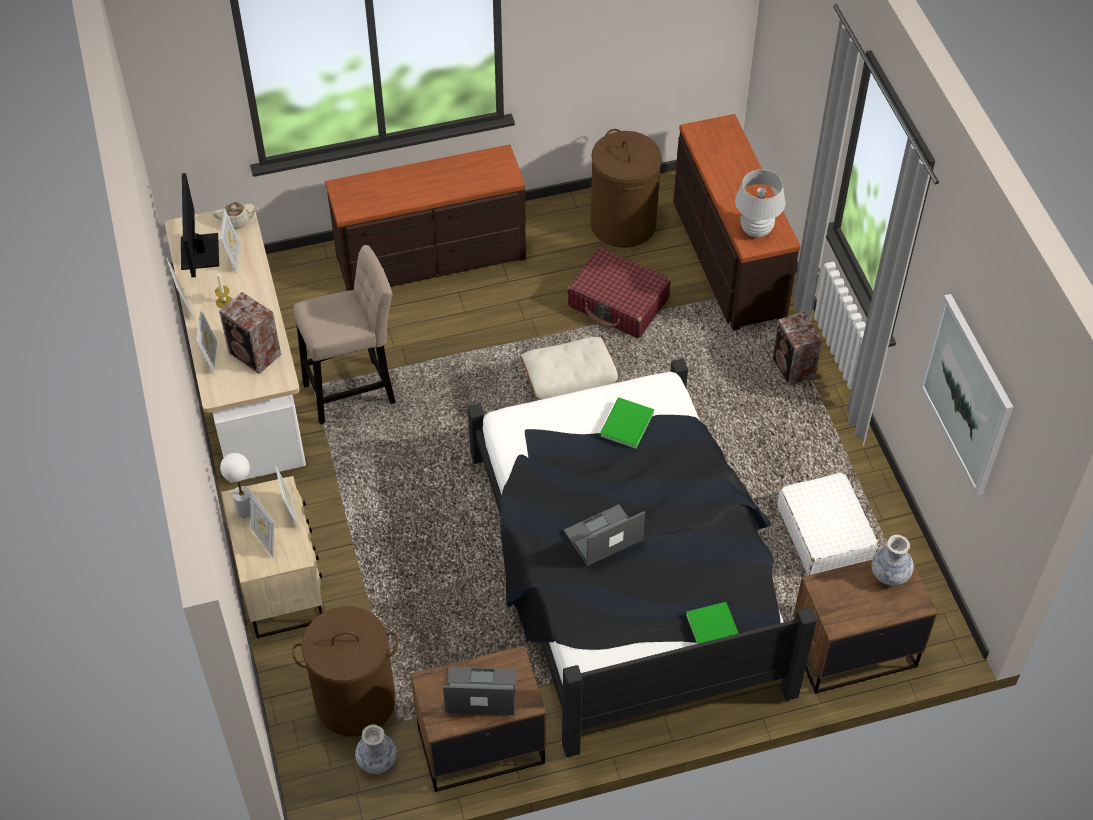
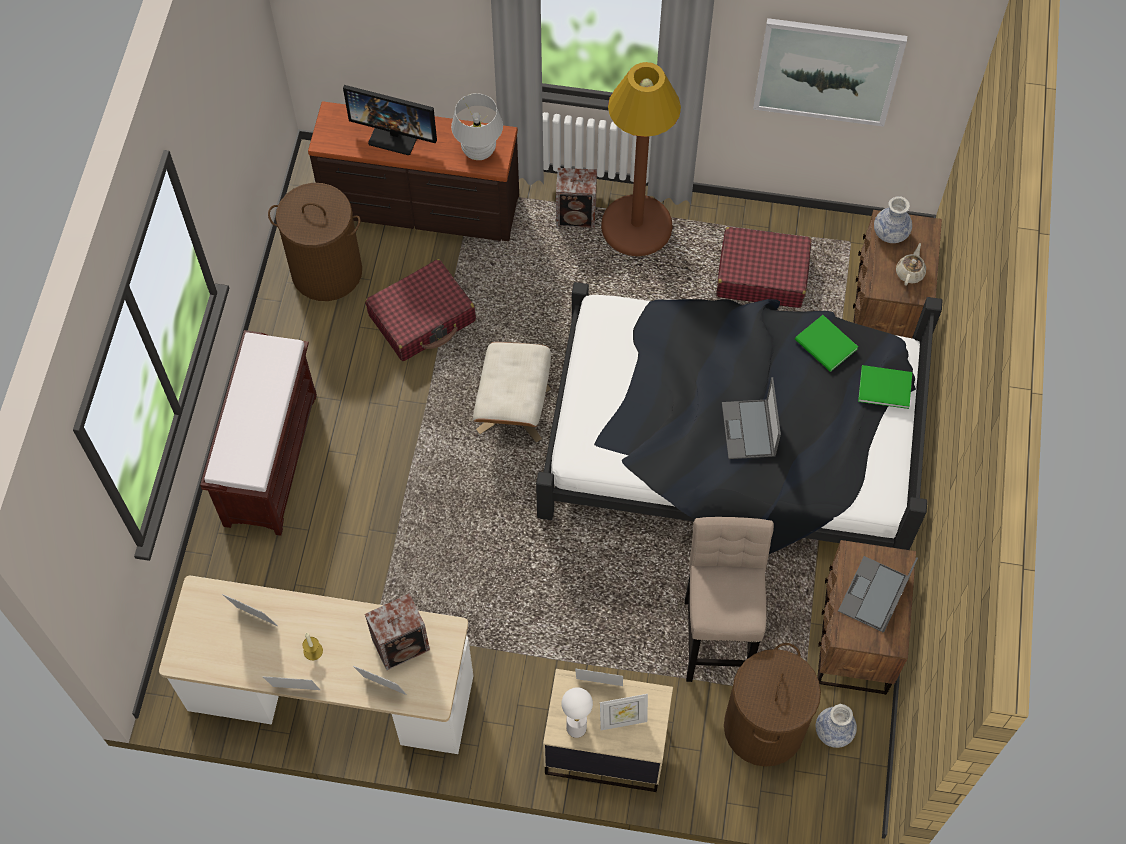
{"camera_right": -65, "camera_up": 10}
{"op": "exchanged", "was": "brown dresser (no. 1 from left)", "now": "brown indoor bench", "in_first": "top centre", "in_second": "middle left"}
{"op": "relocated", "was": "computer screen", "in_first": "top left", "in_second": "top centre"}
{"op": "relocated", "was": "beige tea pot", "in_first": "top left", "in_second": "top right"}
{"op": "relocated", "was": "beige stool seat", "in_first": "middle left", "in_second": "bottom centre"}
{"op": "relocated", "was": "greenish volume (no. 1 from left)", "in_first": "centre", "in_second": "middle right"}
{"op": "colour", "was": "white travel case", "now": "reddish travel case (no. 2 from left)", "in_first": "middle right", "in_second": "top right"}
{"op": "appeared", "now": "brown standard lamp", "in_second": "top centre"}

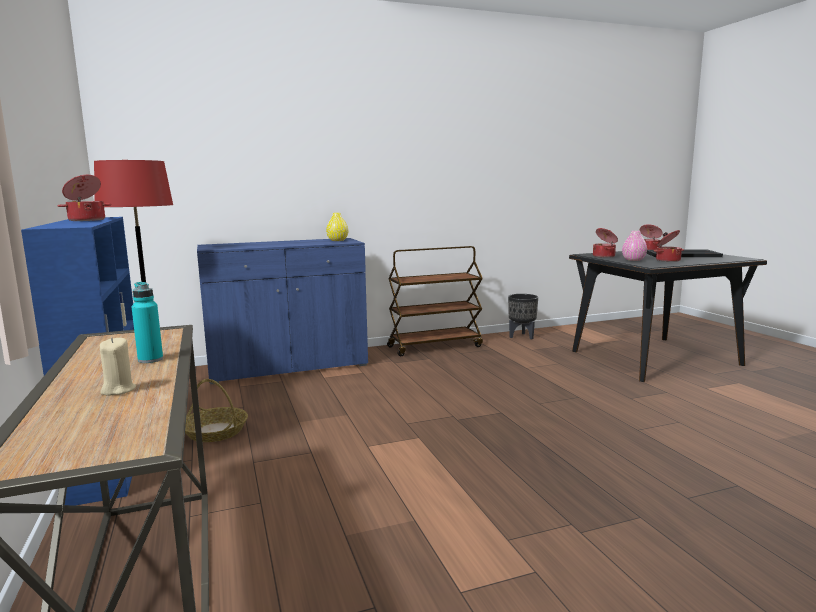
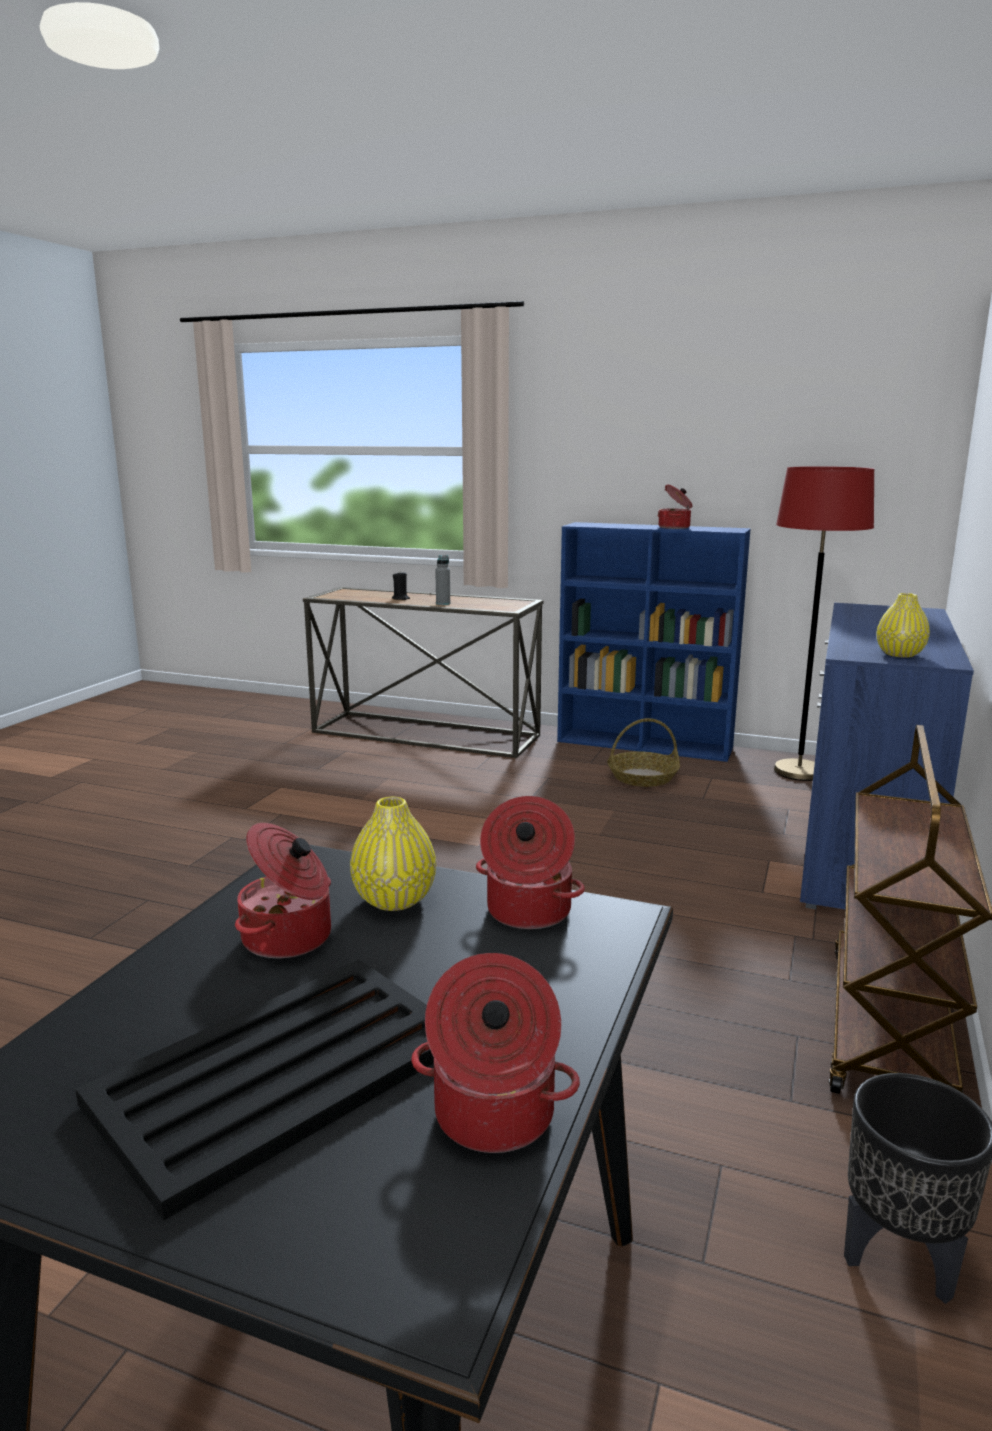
{"camera_right": 130, "camera_up": 5}
{"op": "colour", "was": "pink-coloured decorative vase", "now": "yellowish decorative vase (no. 1 from left)", "in_first": "middle right", "in_second": "centre"}
{"op": "colour", "was": "turquoise bottle", "now": "gray bottle", "in_first": "middle left", "in_second": "centre"}
{"op": "colour", "was": "beige wax light", "now": "black wax light", "in_first": "middle left", "in_second": "centre"}

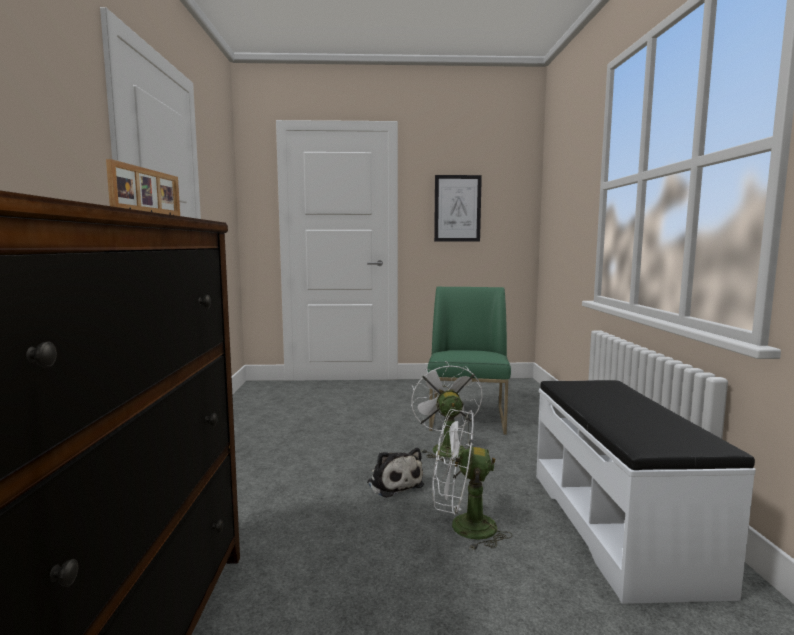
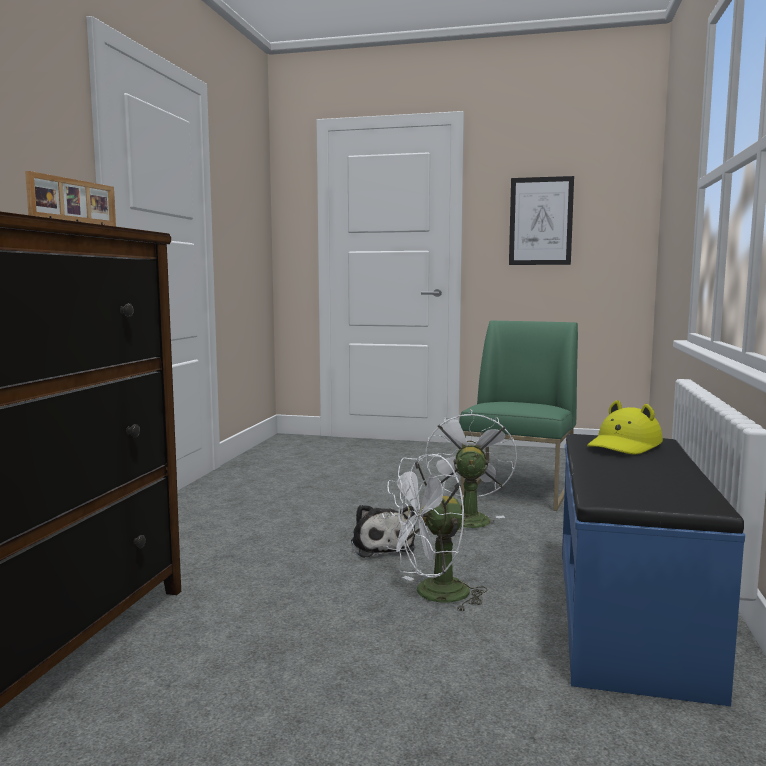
{"camera_right": 15, "camera_up": 0}
{"op": "colour", "was": "white indoor bench", "now": "blue-coloured indoor bench", "in_first": "bottom right", "in_second": "bottom right"}
{"op": "spun", "was": "white cooling fan (no. 2 from left in the first image)", "in_first": "bottom centre", "in_second": "bottom centre", "clockwise": -45}
{"op": "appeared", "now": "yellowish hat", "in_second": "middle right"}

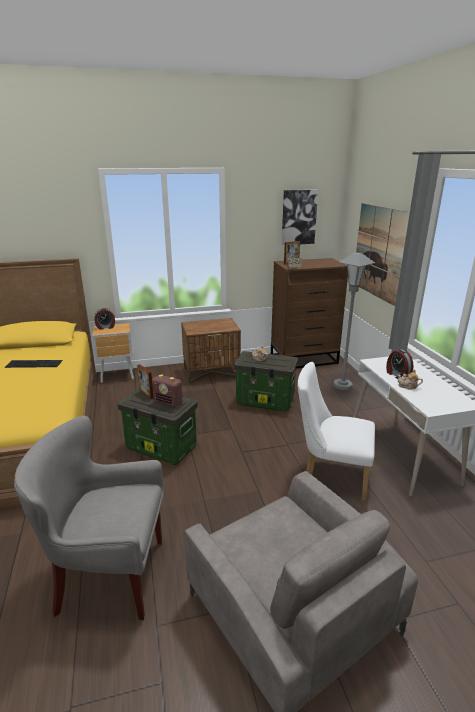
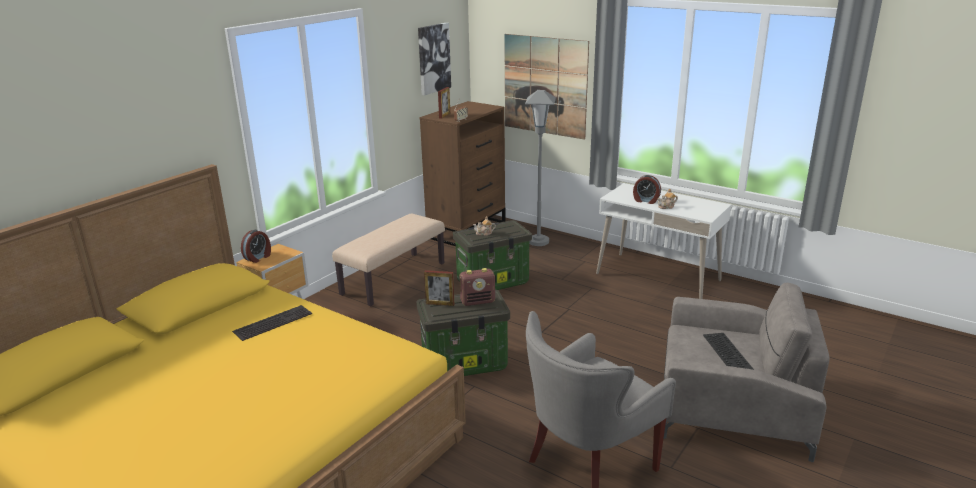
{"camera_right": -40, "camera_up": 0}
{"op": "exchanged", "was": "brown nightstand (no. 2 from left)", "now": "beige indoor bench", "in_first": "centre", "in_second": "centre"}
{"op": "missing", "was": "white plain chair", "in_first": "middle right"}
{"op": "appeared", "now": "computer keyboard (no. 2 from left)", "in_second": "bottom right"}

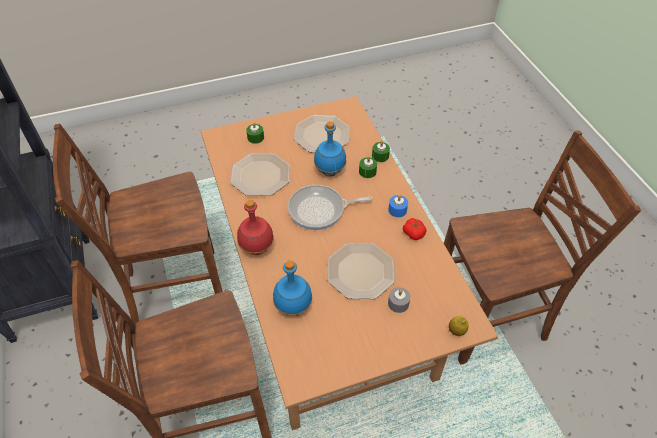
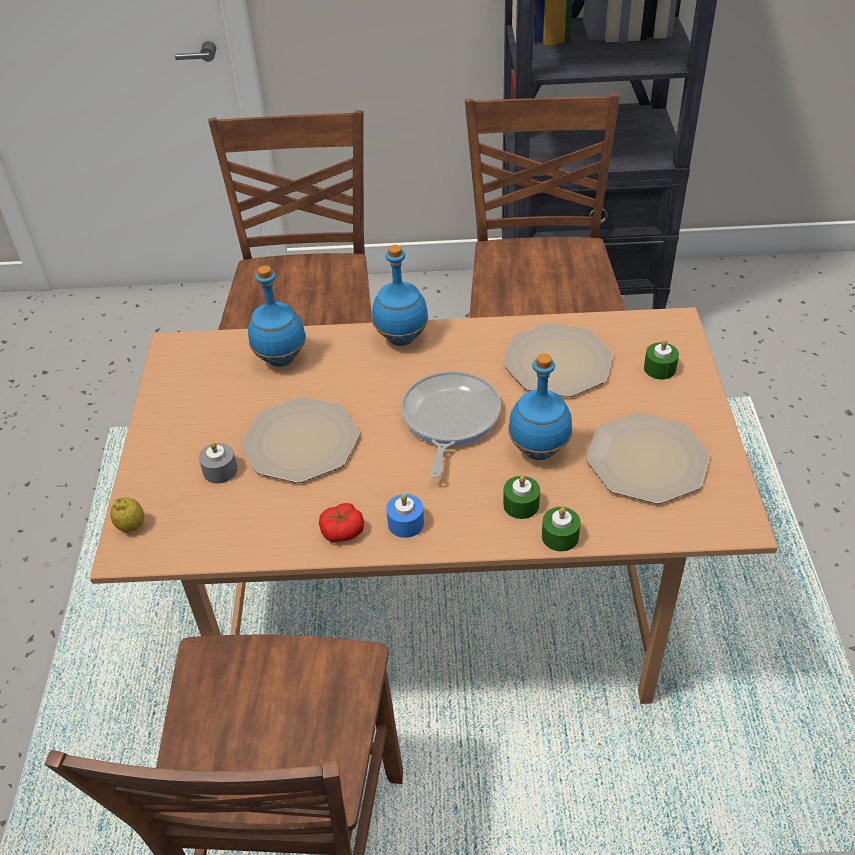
{"camera_right": 110, "camera_up": -5}
{"op": "colour", "was": "reddish bottle", "now": "blue-coloured bottle (no. 2 from left)", "in_first": "centre", "in_second": "centre"}

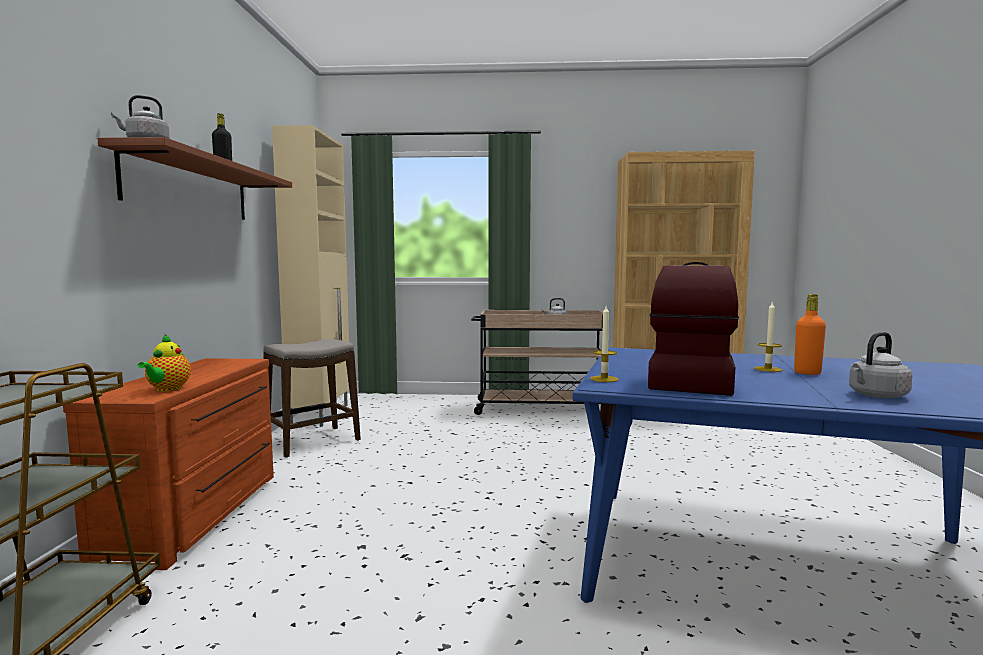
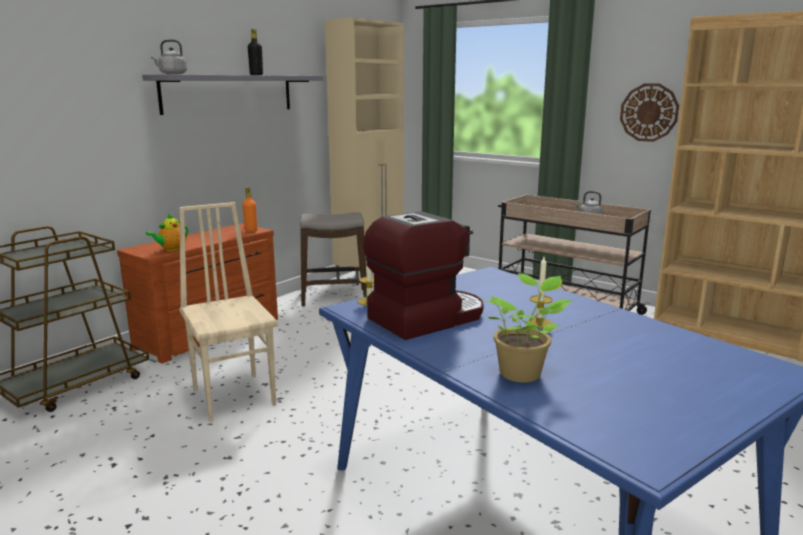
{"camera_right": 35, "camera_up": 10}
{"op": "colour", "was": "brown bracket shelf", "now": "gray bracket shelf", "in_first": "top left", "in_second": "top left"}
{"op": "relocated", "was": "orange bottle", "in_first": "middle right", "in_second": "middle left"}
{"op": "exchanged", "was": "gray kettle (no. 3 from left)", "now": "potted plant", "in_first": "middle right", "in_second": "centre"}
{"op": "appeared", "now": "clock on the wall", "in_second": "top right"}
{"op": "appeared", "now": "beige plain chair", "in_second": "middle left"}

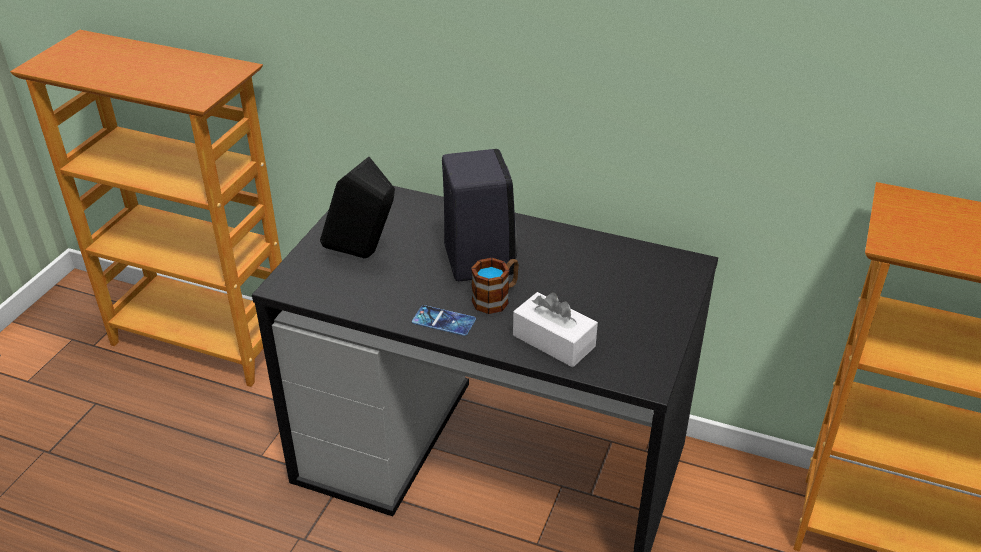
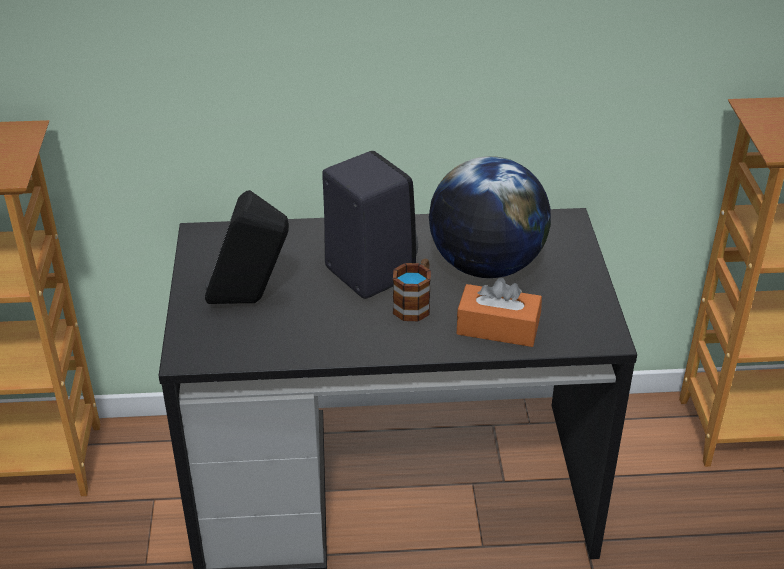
{"camera_right": -25, "camera_up": 0}
{"op": "colour", "was": "white tissue box", "now": "orange tissue box", "in_first": "centre", "in_second": "centre"}
{"op": "missing", "was": "telephone", "in_first": "centre"}
{"op": "appeared", "now": "globe", "in_second": "centre"}

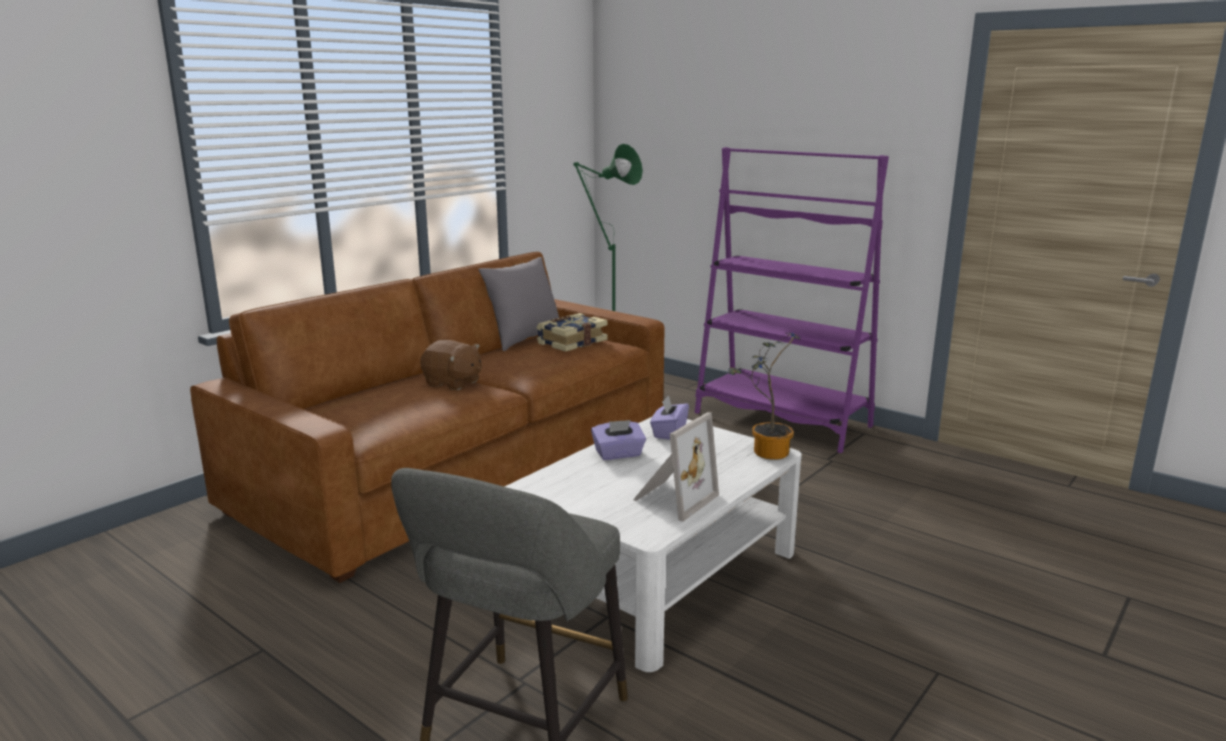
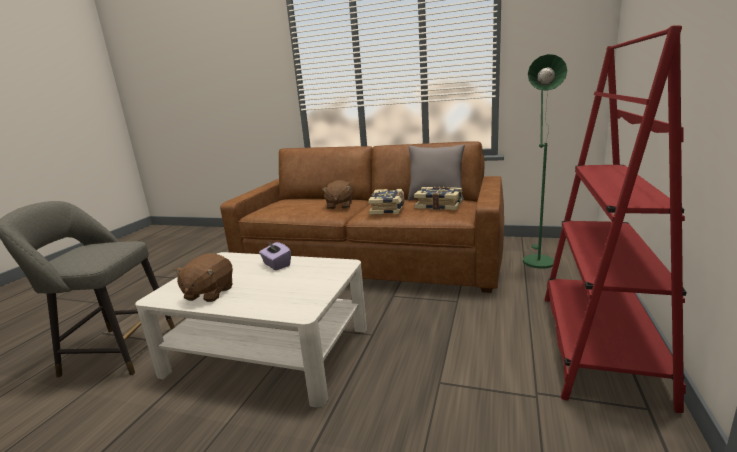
{"camera_right": 70, "camera_up": 0}
{"op": "colour", "was": "purplish bookshelf", "now": "reddish bookshelf", "in_first": "centre", "in_second": "middle right"}
{"op": "missing", "was": "potted plant", "in_first": "centre"}
{"op": "missing", "was": "purplish tissue box (no. 2 from left)", "in_first": "centre"}
{"op": "exchanged", "was": "picture frame", "now": "brown cuddly toy (no. 1 from left)", "in_first": "centre", "in_second": "middle left"}
{"op": "appeared", "now": "volume (no. 1 from left)", "in_second": "centre"}

